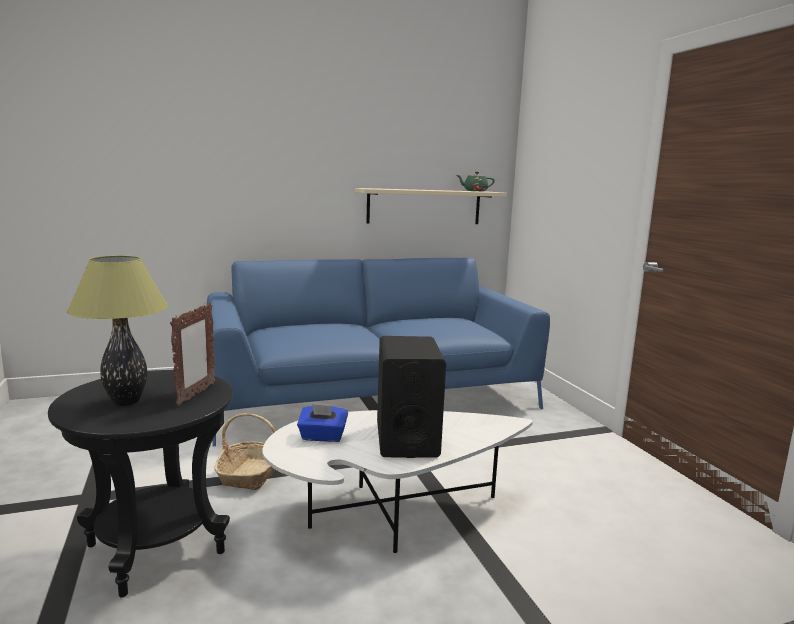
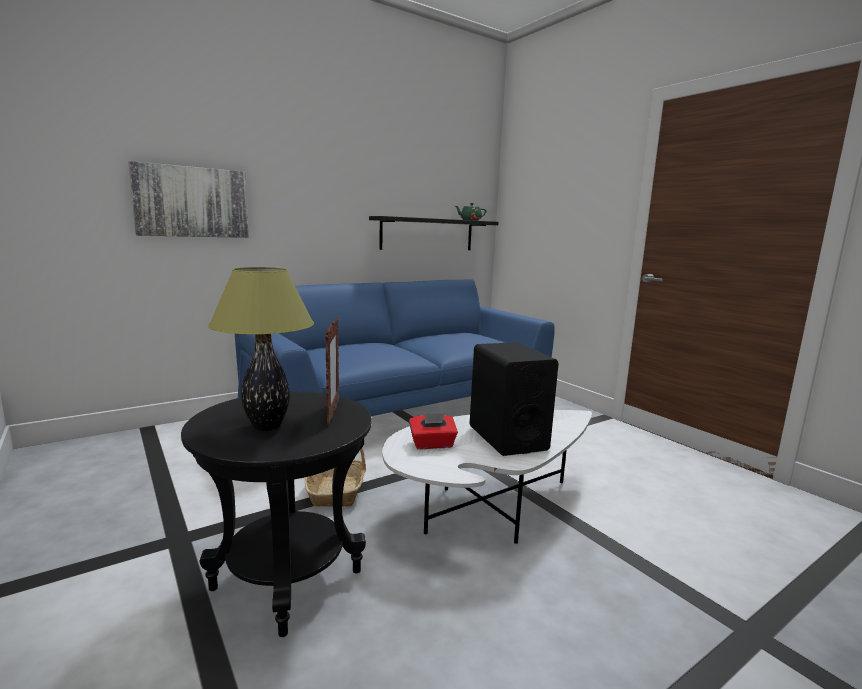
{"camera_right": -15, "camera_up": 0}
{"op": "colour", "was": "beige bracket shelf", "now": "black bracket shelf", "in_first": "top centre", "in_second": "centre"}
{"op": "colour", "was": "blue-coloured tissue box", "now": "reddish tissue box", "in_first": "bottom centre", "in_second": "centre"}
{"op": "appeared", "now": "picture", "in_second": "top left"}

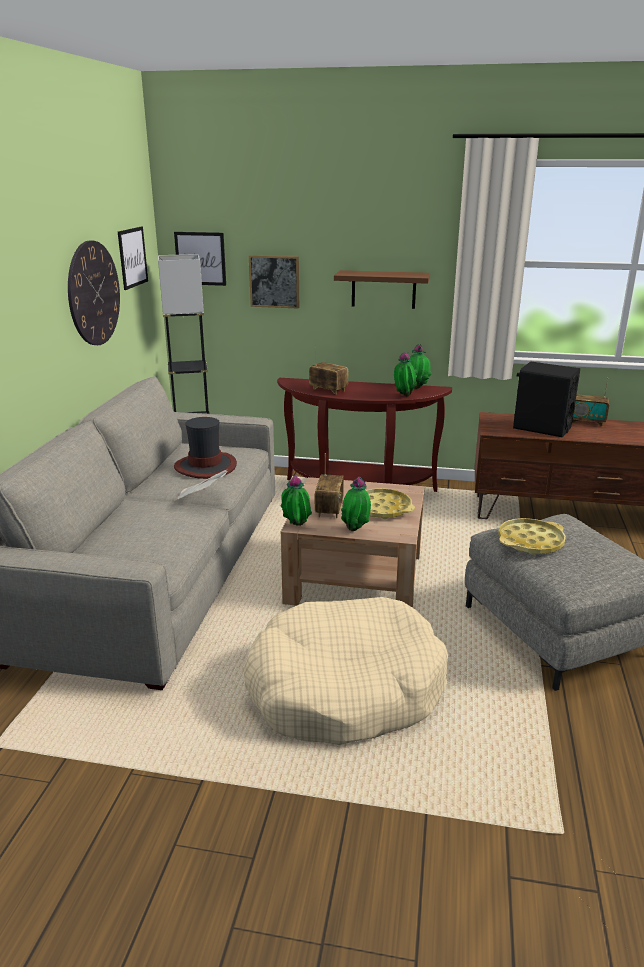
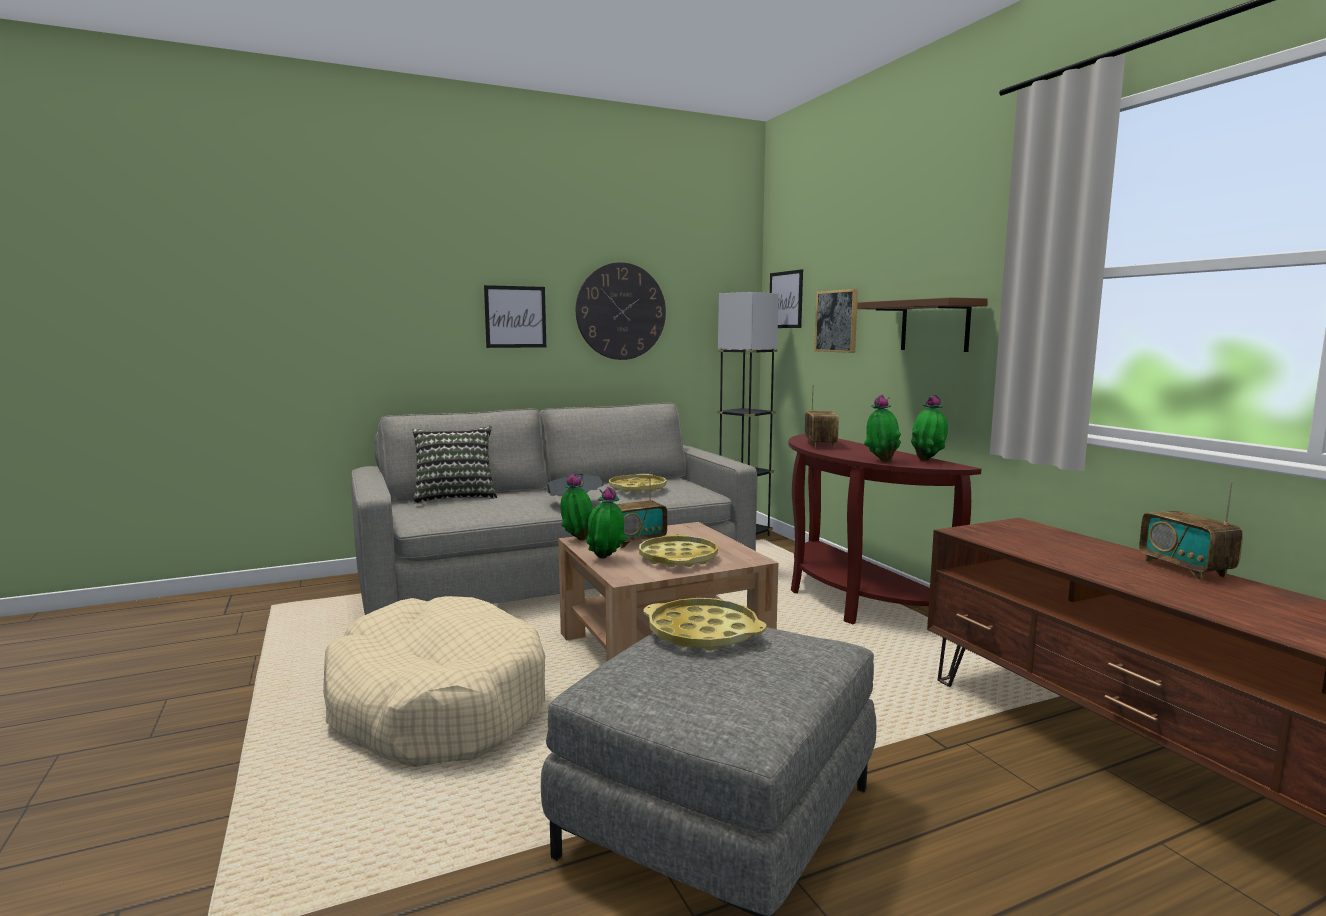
{"camera_right": 55, "camera_up": -15}
{"op": "relocated", "was": "picture (no. 1 from left)", "in_first": "top left", "in_second": "centre"}
{"op": "missing", "was": "black audio speaker", "in_first": "middle right"}
{"op": "exchanged", "was": "hat", "now": "yellowish tray (no. 1 from left)", "in_first": "middle left", "in_second": "centre"}
{"op": "appeared", "now": "throw pillow", "in_second": "centre"}

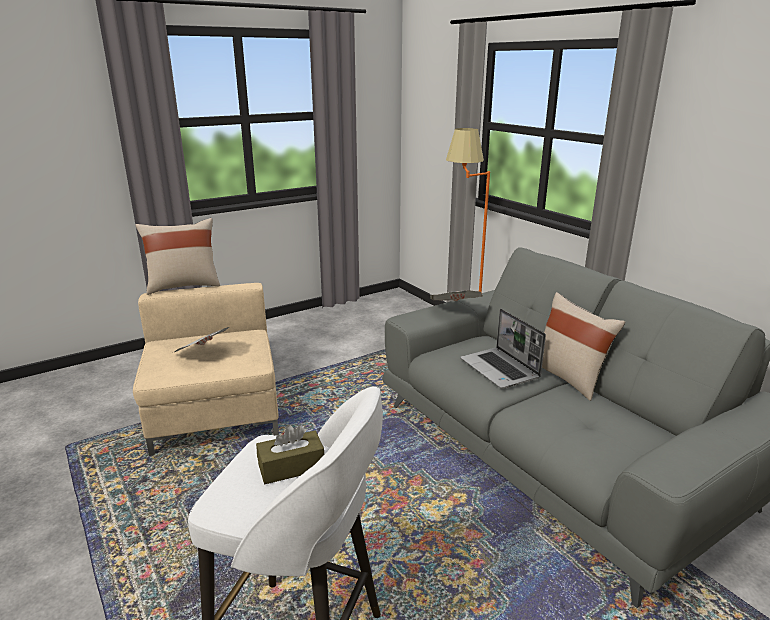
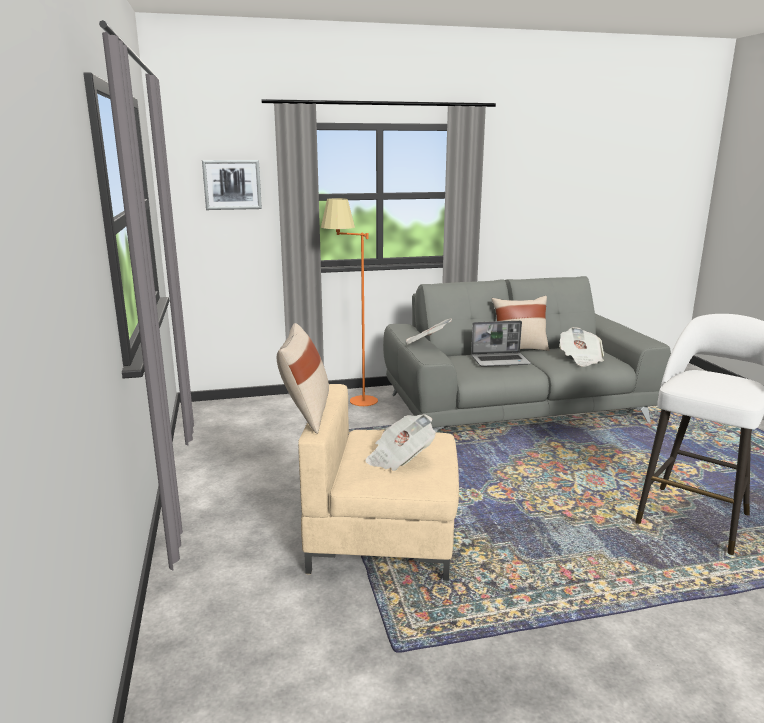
{"camera_right": -70, "camera_up": -5}
{"op": "missing", "was": "brown tissue box", "in_first": "bottom centre"}
{"op": "appeared", "now": "picture", "in_second": "top left"}
{"op": "appeared", "now": "daily paper (no. 3 from left)", "in_second": "middle right"}

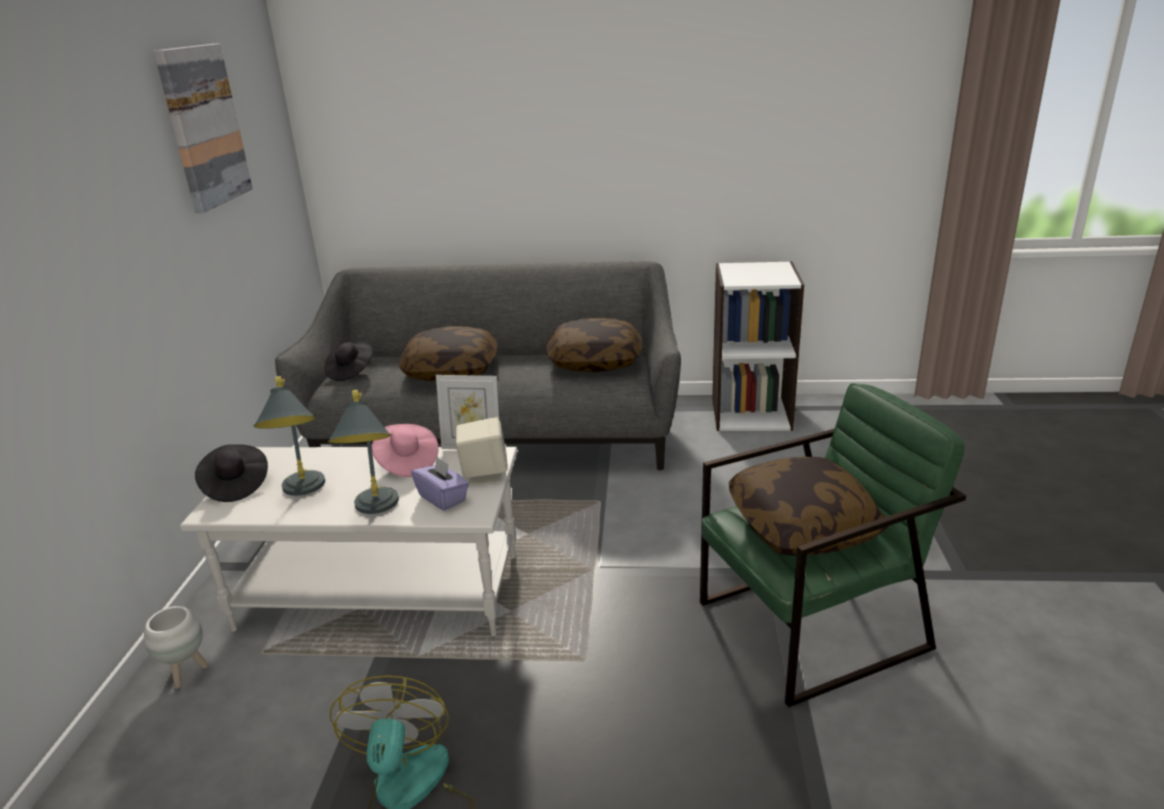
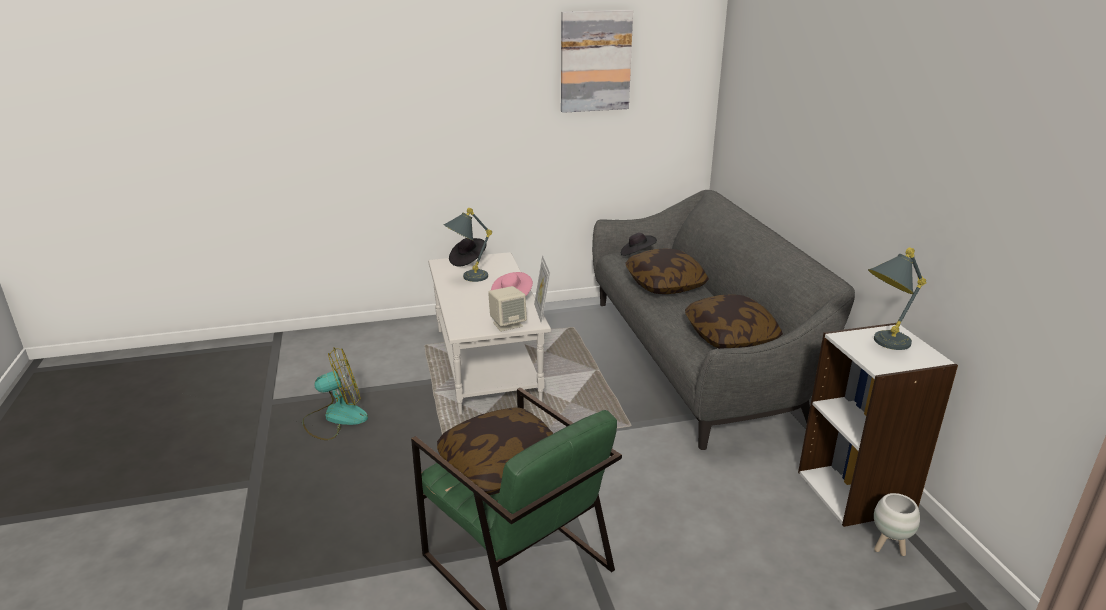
{"camera_right": 70, "camera_up": 0}
{"op": "relocated", "was": "gray lamp for a table (no. 2 from left)", "in_first": "middle left", "in_second": "middle right"}
{"op": "missing", "was": "purplish tissue box", "in_first": "centre"}
{"op": "relocated", "was": "white flower pot", "in_first": "bottom left", "in_second": "bottom right"}

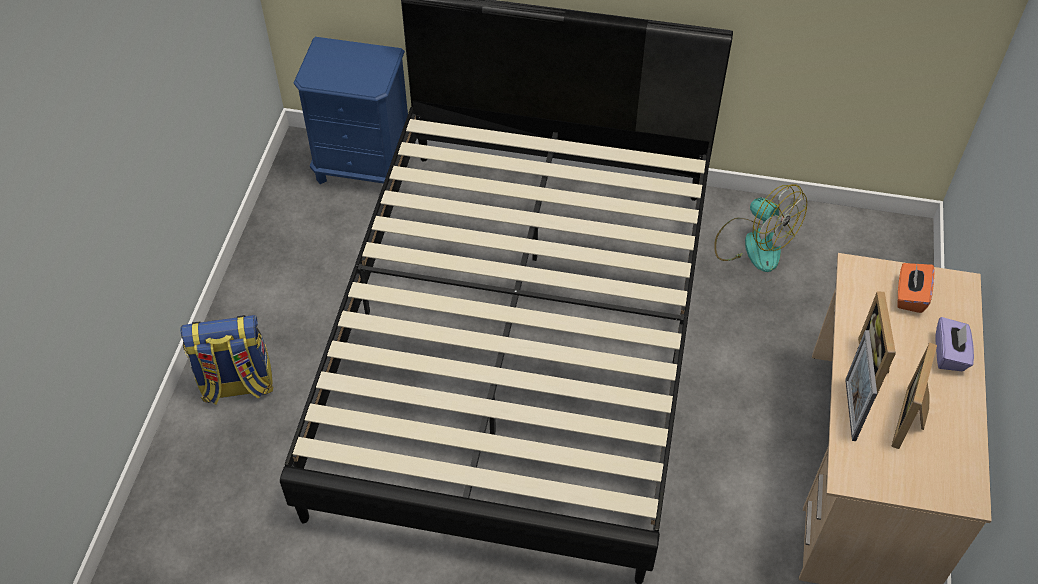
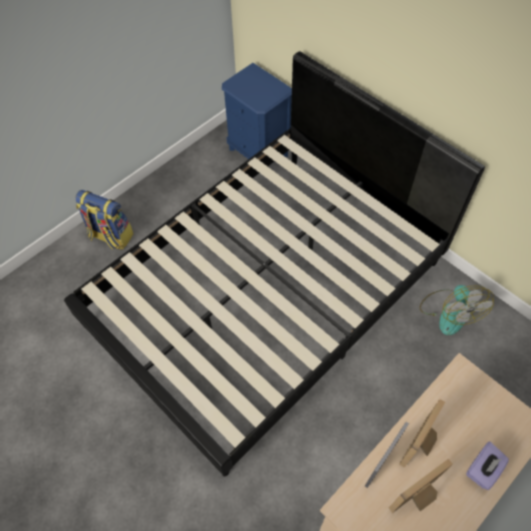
{"camera_right": 35, "camera_up": 5}
{"op": "missing", "was": "orange tissue box", "in_first": "middle right"}

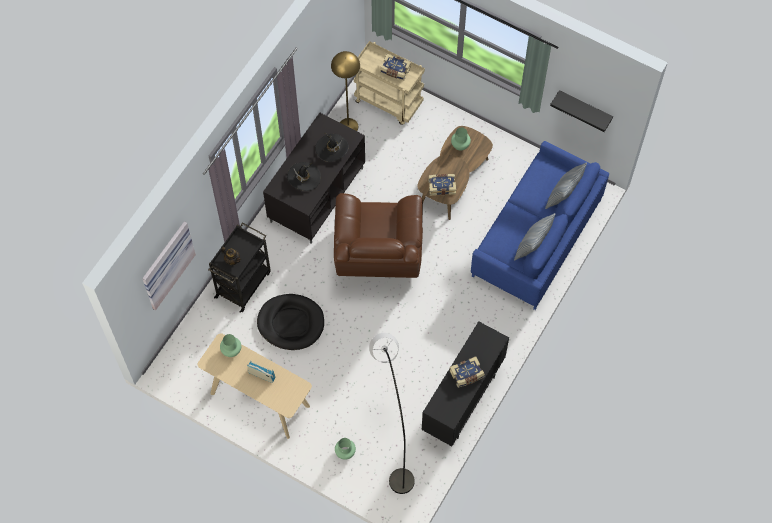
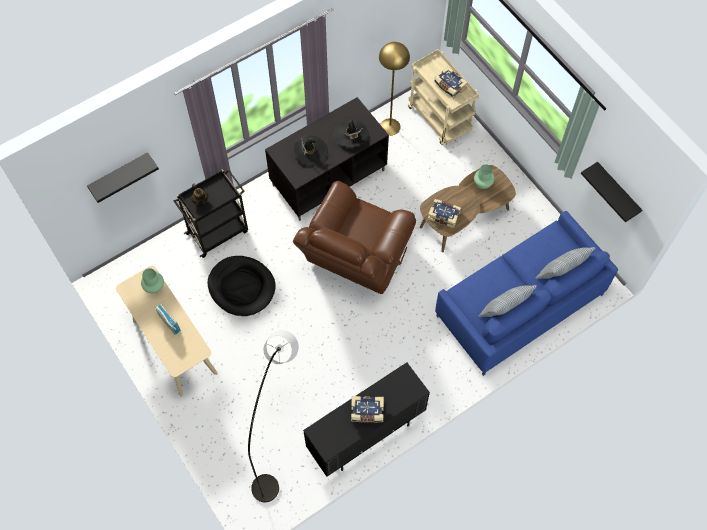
{"camera_right": 25, "camera_up": 0}
{"op": "exchanged", "was": "picture", "now": "black bracket shelf (no. 1 from left)", "in_first": "middle left", "in_second": "middle left"}
{"op": "missing", "was": "greenish decorative vase (no. 2 from left)", "in_first": "bottom centre"}

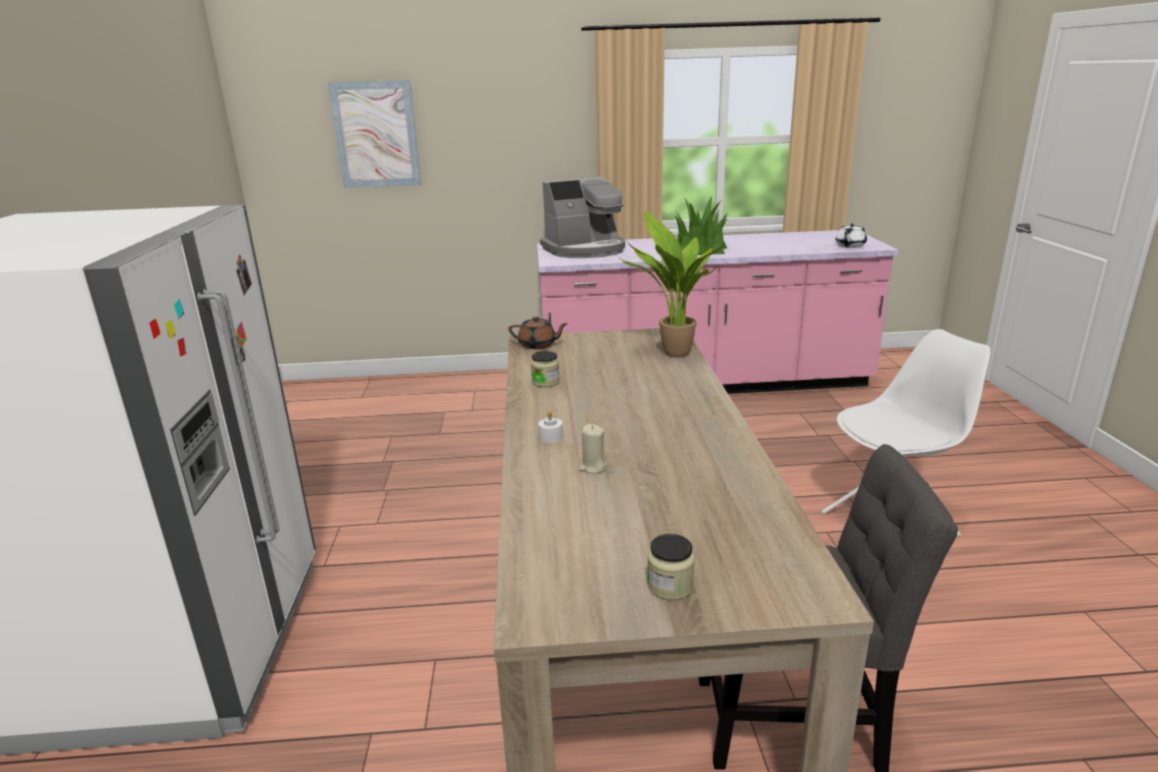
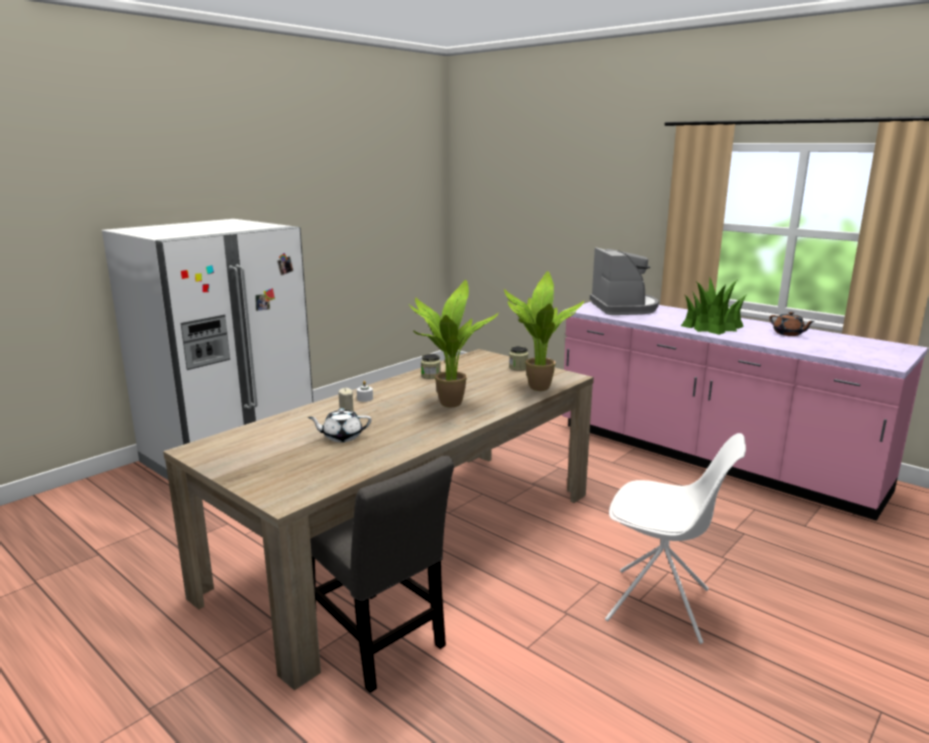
{"camera_right": 45, "camera_up": -5}
{"op": "missing", "was": "picture", "in_first": "top left"}
{"op": "spun", "was": "coffee brewer", "in_first": "top centre", "in_second": "middle right", "clockwise": -120}
{"op": "relocated", "was": "white tea pot", "in_first": "top right", "in_second": "centre"}
{"op": "relocated", "was": "brown tea pot", "in_first": "centre", "in_second": "middle right"}
{"op": "relocated", "was": "preserve jar (no. 2 from left)", "in_first": "bottom centre", "in_second": "centre"}
{"op": "appeared", "now": "potted plant (no. 1 from left)", "in_second": "centre"}

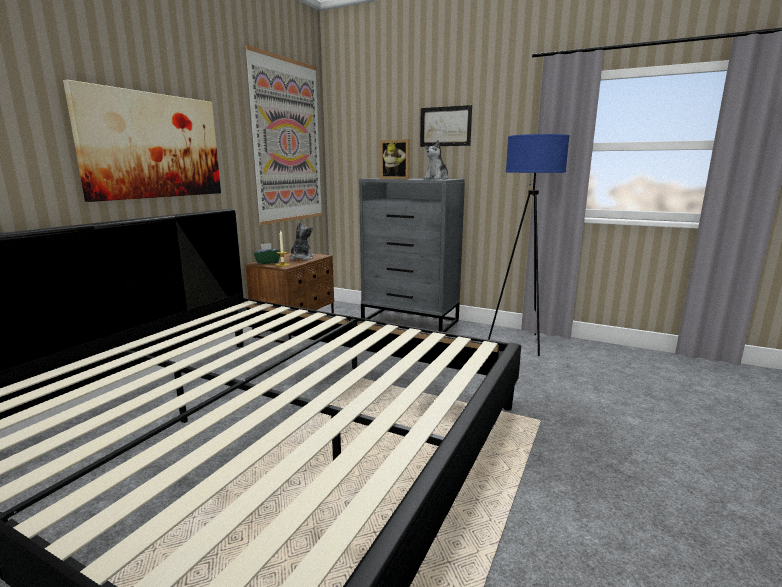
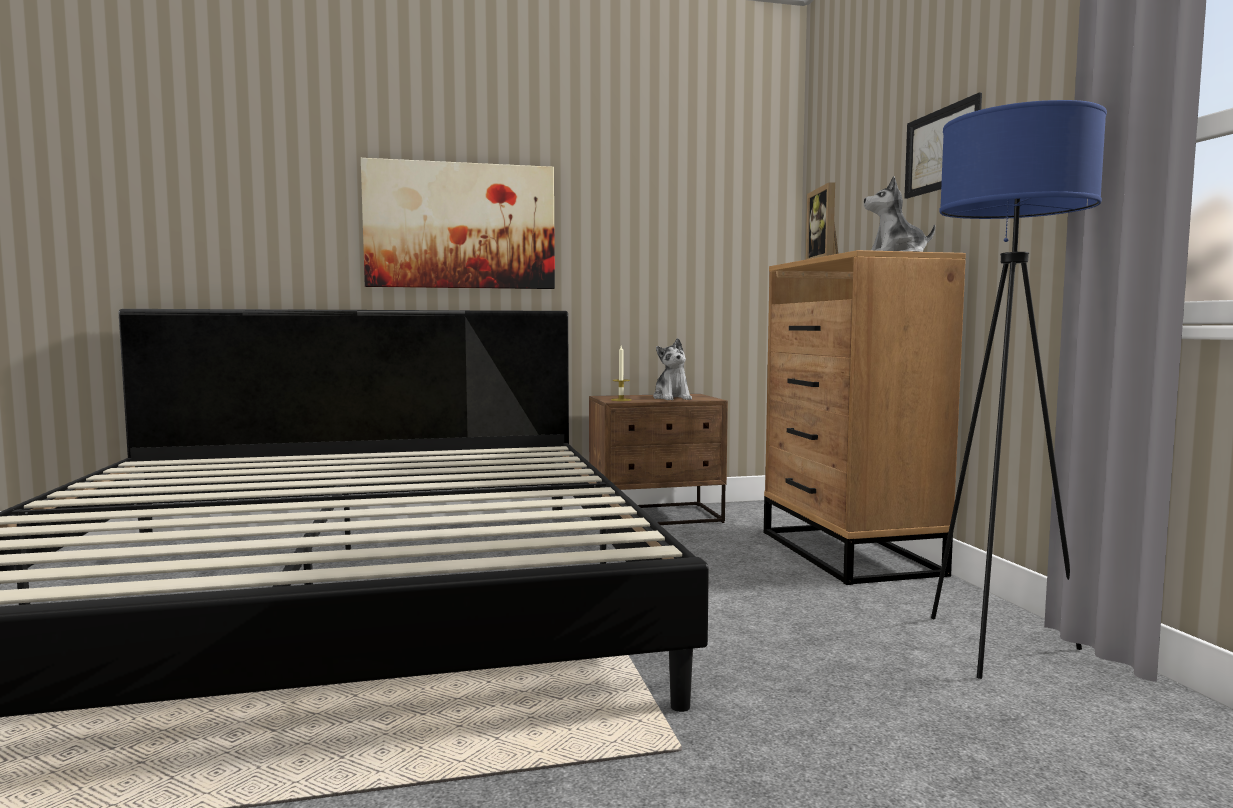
{"camera_right": 50, "camera_up": -10}
{"op": "missing", "was": "picture (no. 2 from left)", "in_first": "top centre"}
{"op": "colour", "was": "gray dresser", "now": "brown dresser", "in_first": "centre", "in_second": "middle right"}
{"op": "spun", "was": "cuddly toy (no. 1 from left)", "in_first": "centre", "in_second": "centre", "clockwise": 105}
{"op": "missing", "was": "greenish tissue box", "in_first": "centre"}

